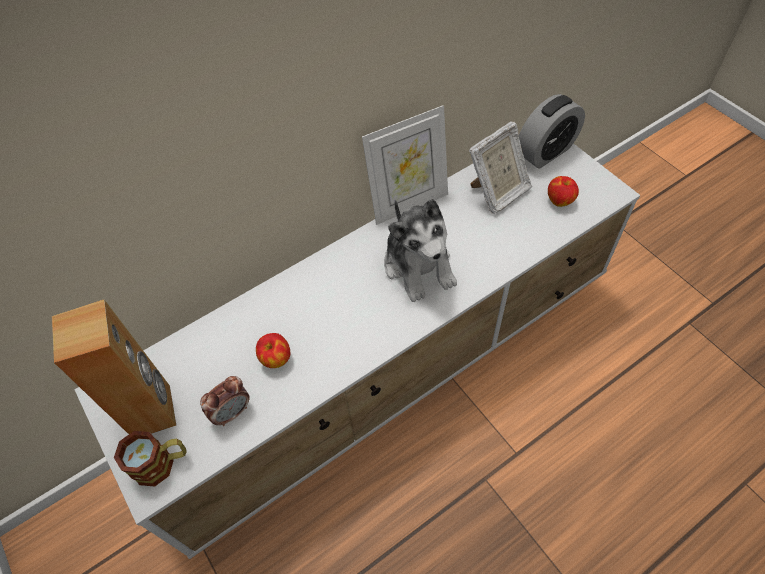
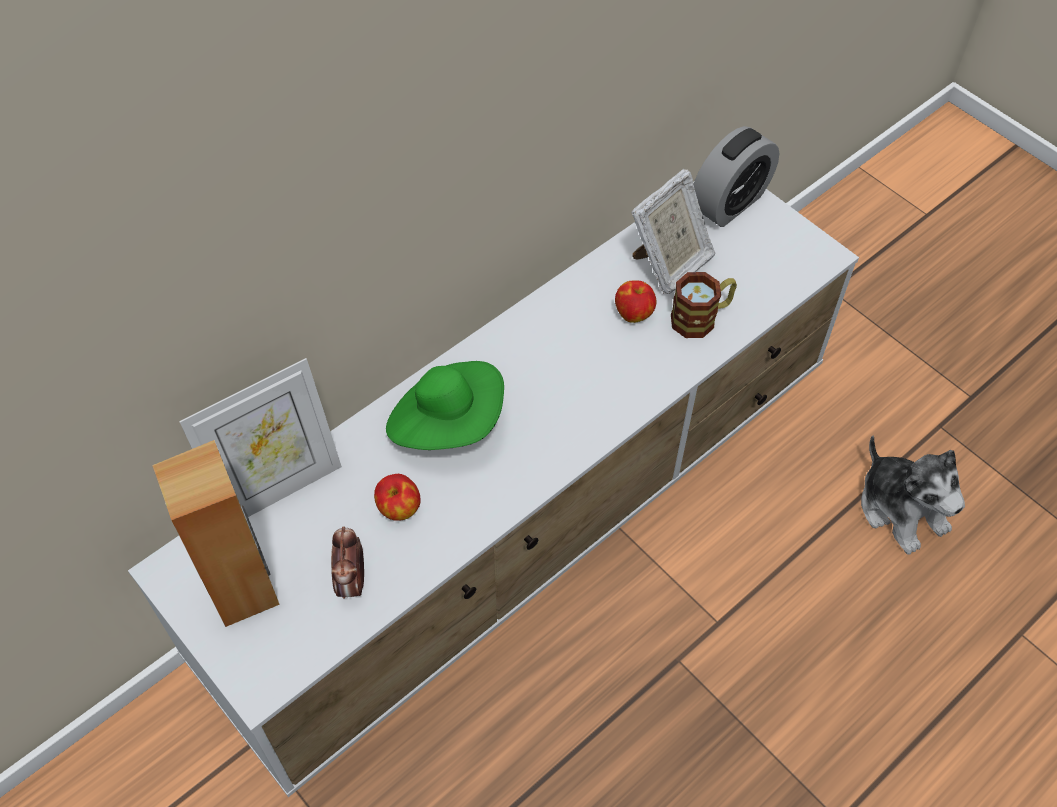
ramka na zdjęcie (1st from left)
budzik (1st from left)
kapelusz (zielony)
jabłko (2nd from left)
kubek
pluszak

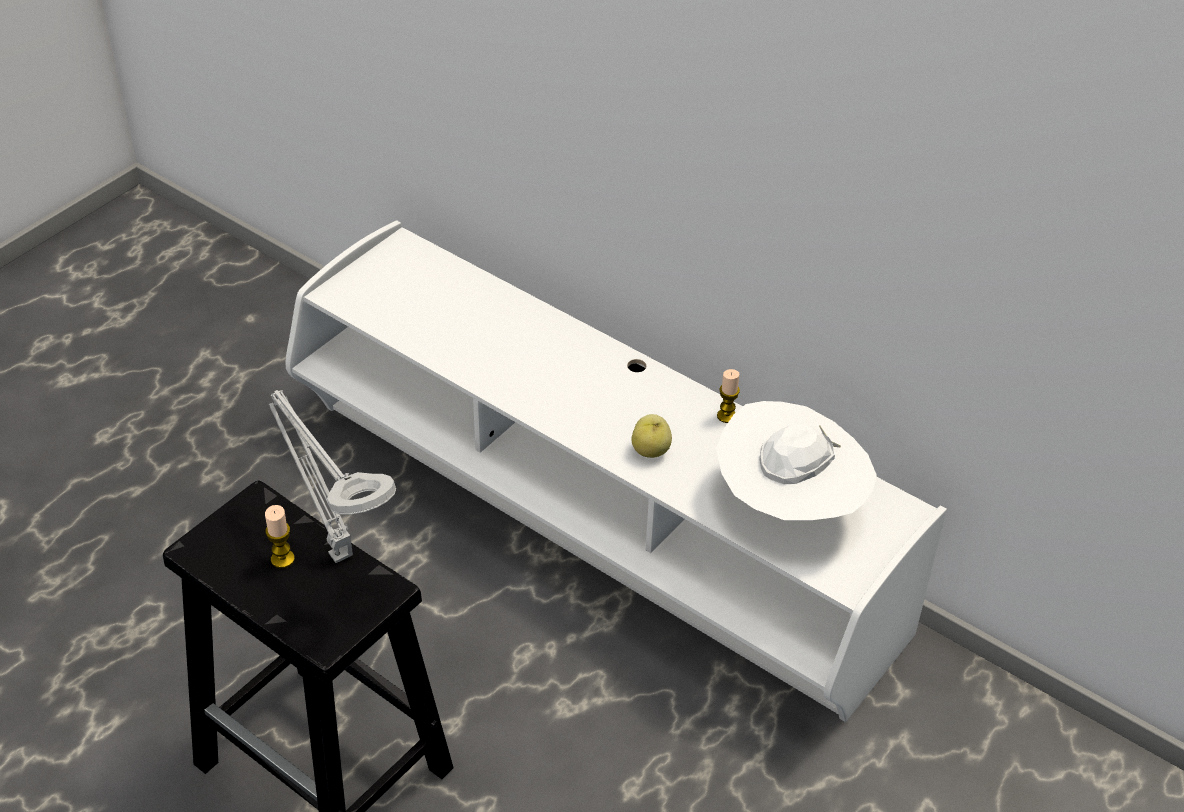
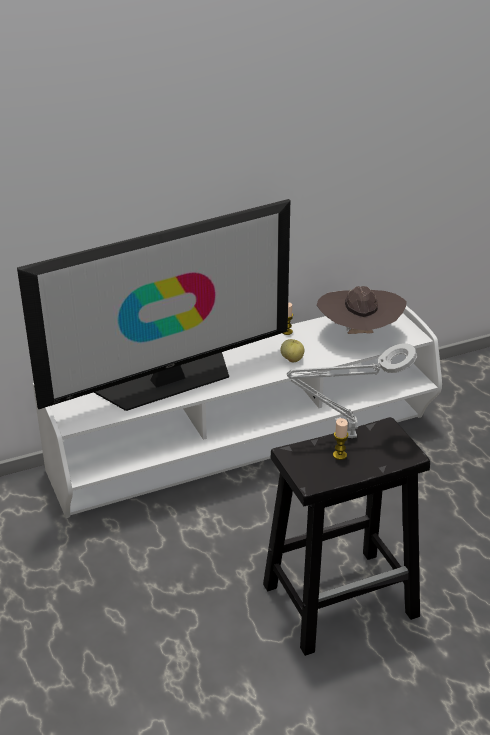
telewizor
kapelusz (brązowy)

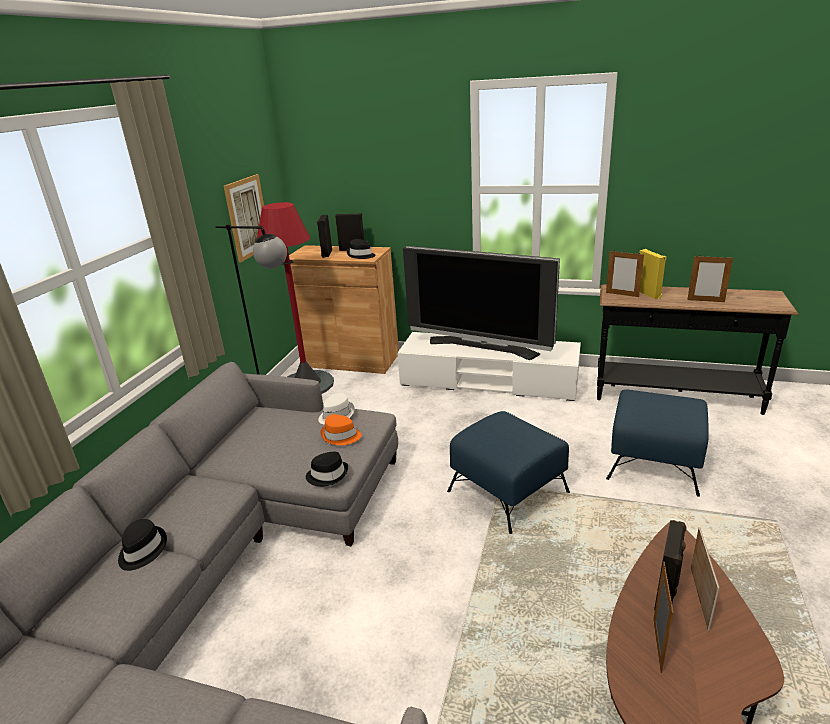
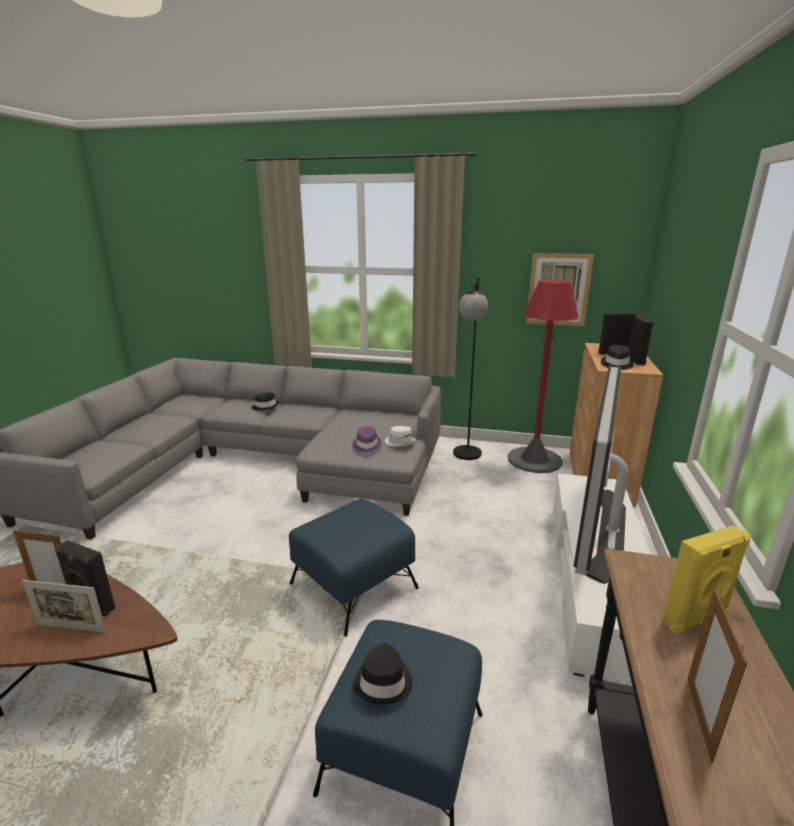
kapelusz (fioletowy)
kapelusz (czarny) (2nd from left)
ramka na zdjęcie (1st from left in the first image)

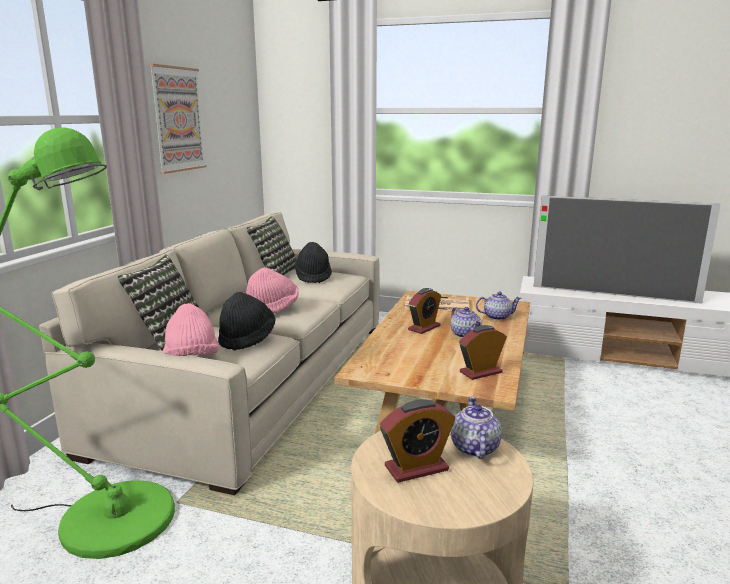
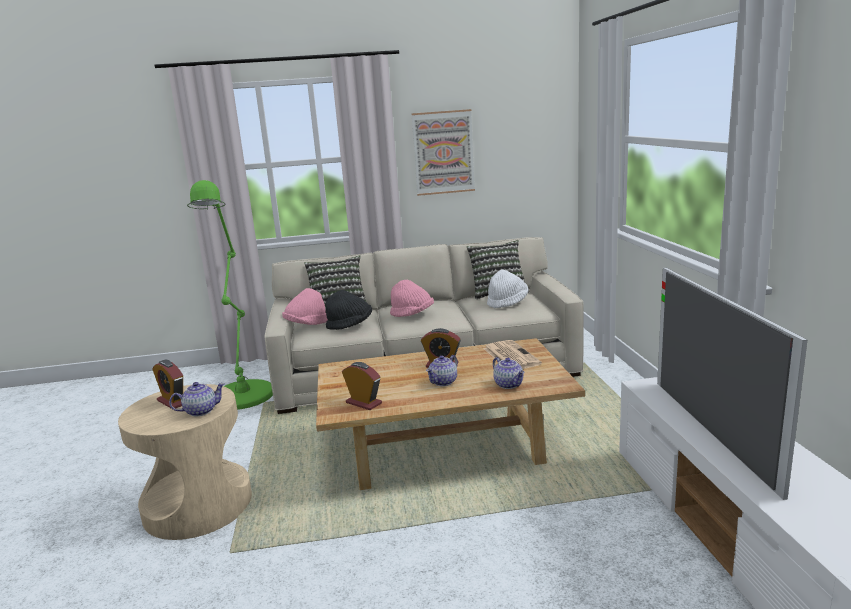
kapelusz (biały)

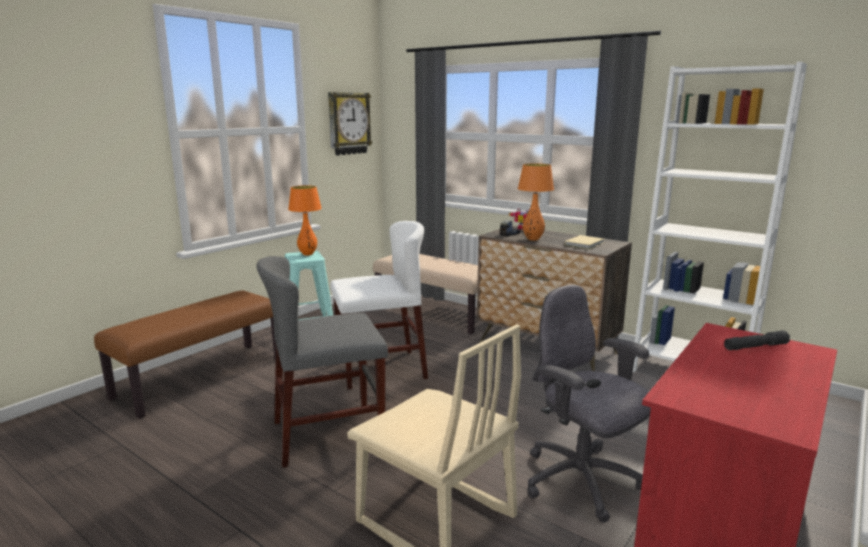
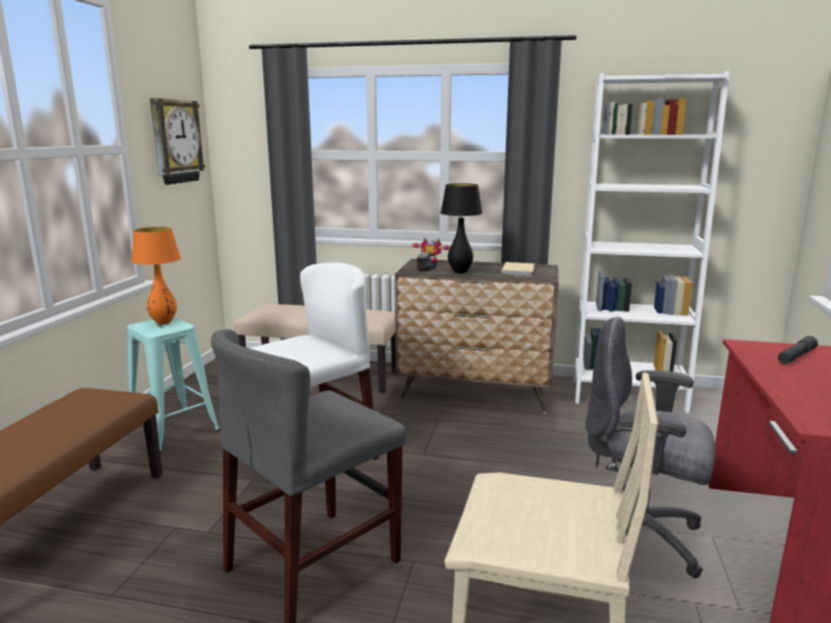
lampa stołowa (czarny)

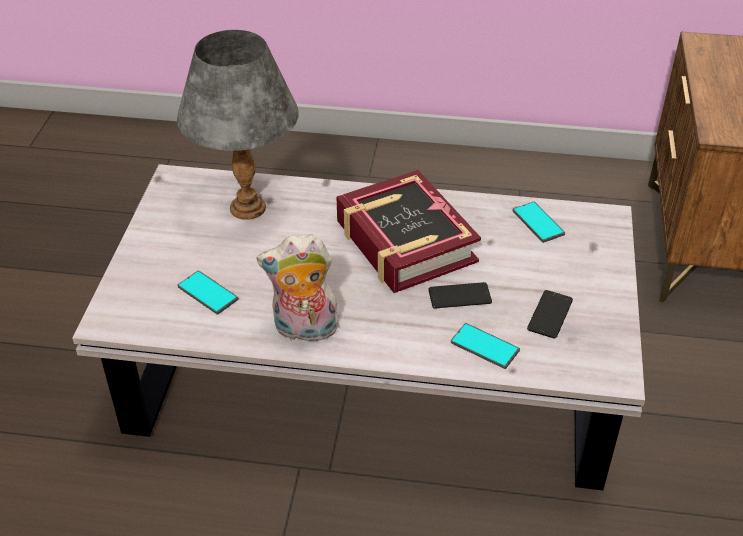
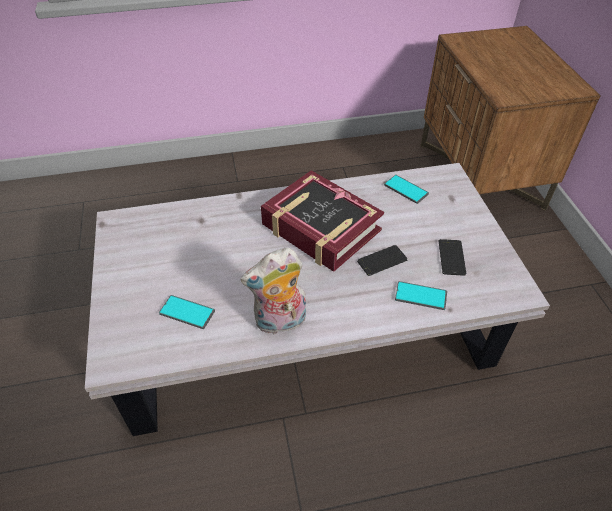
lampa stołowa (szary)

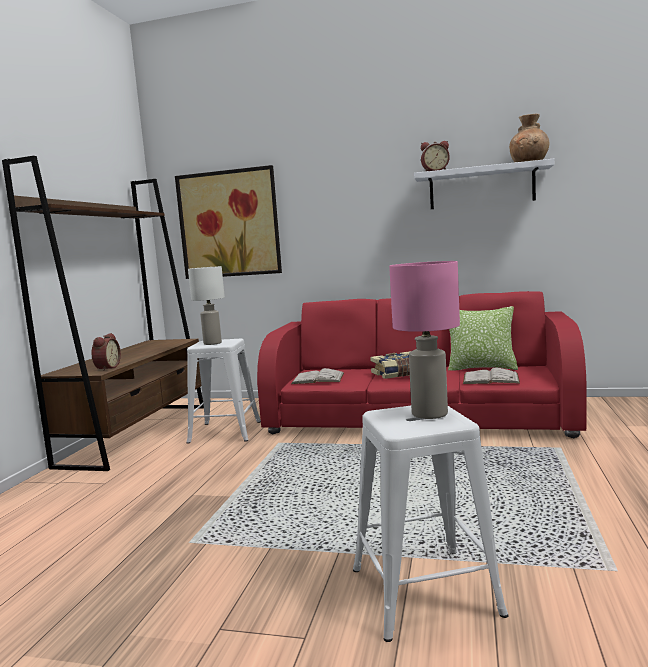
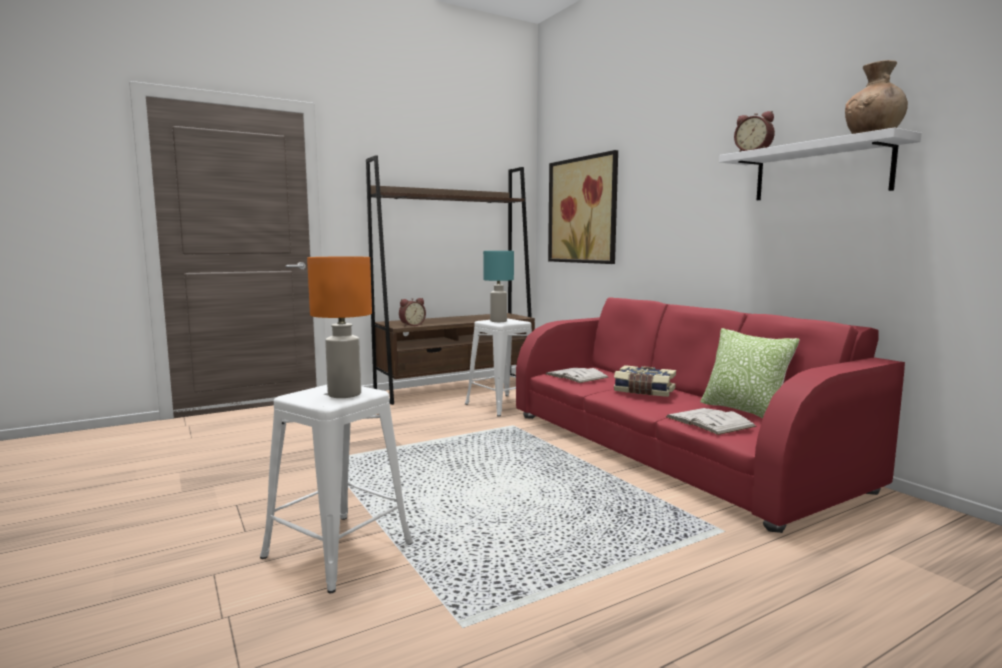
lampa stołowa (pomarańczowy)
lampa stołowa (turkusowy)

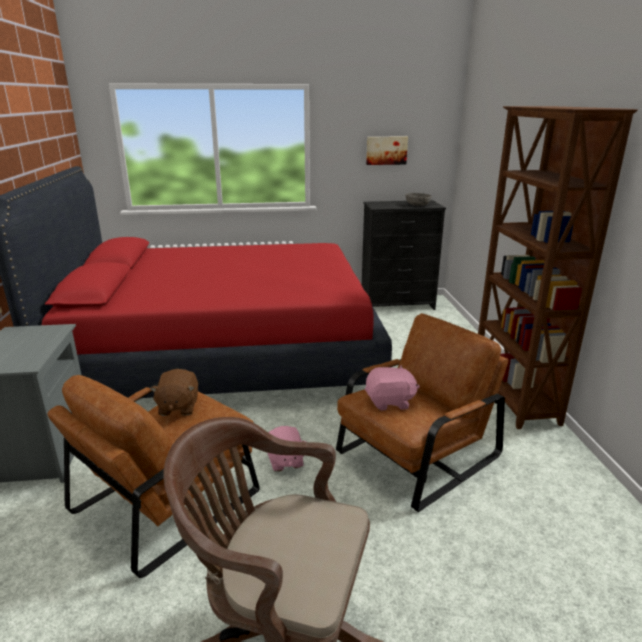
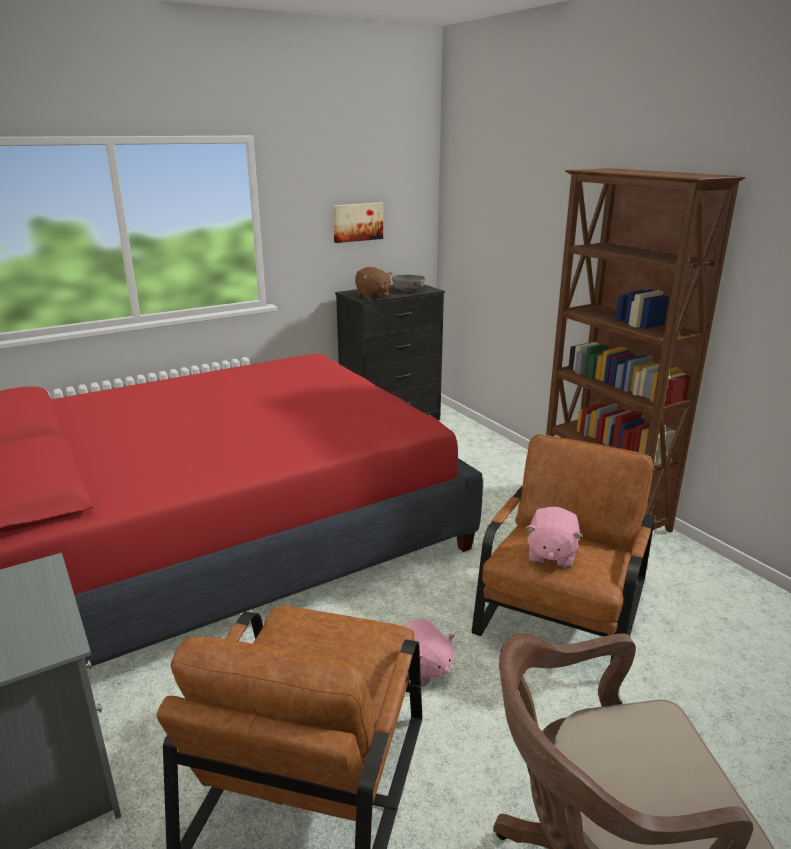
pluszak (brązowy)
pluszak (różowy) (2nd from left)

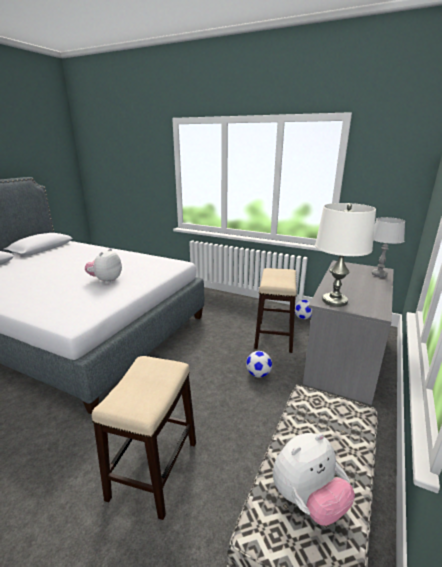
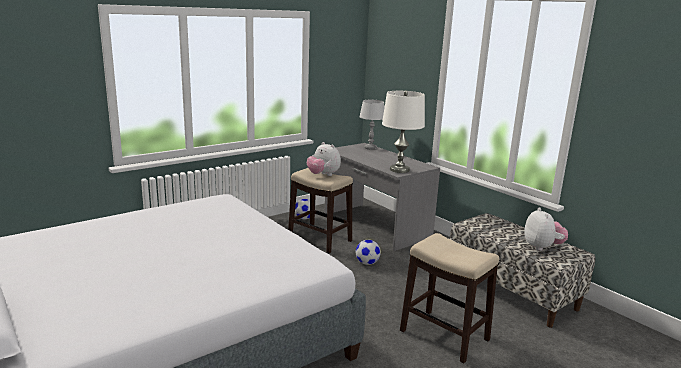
pluszak (1st from left)

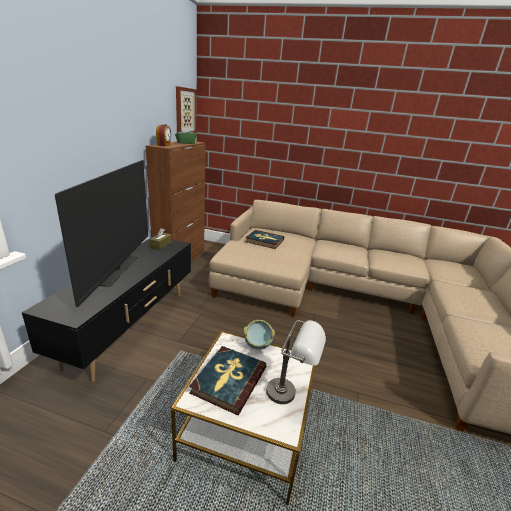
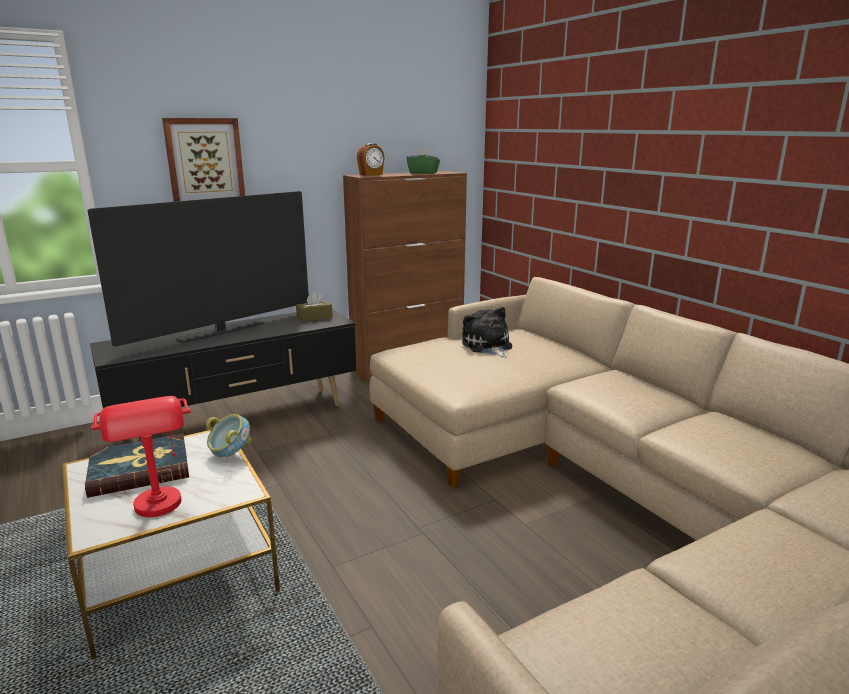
lampa stołowa (czerwony)
obraz
pluszak

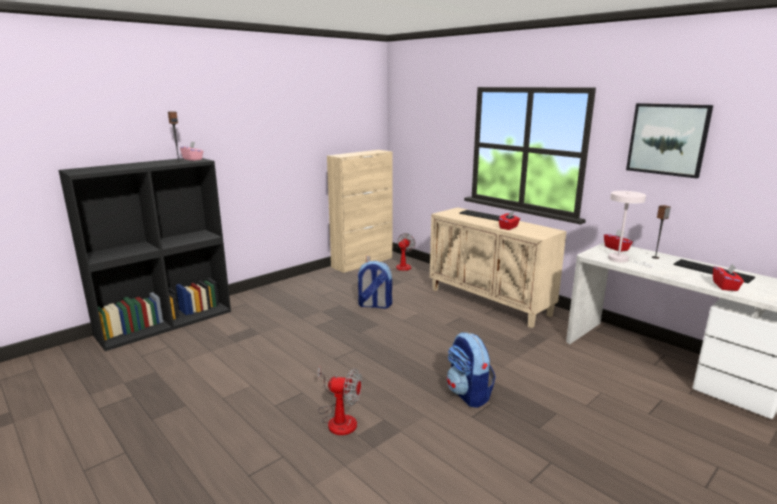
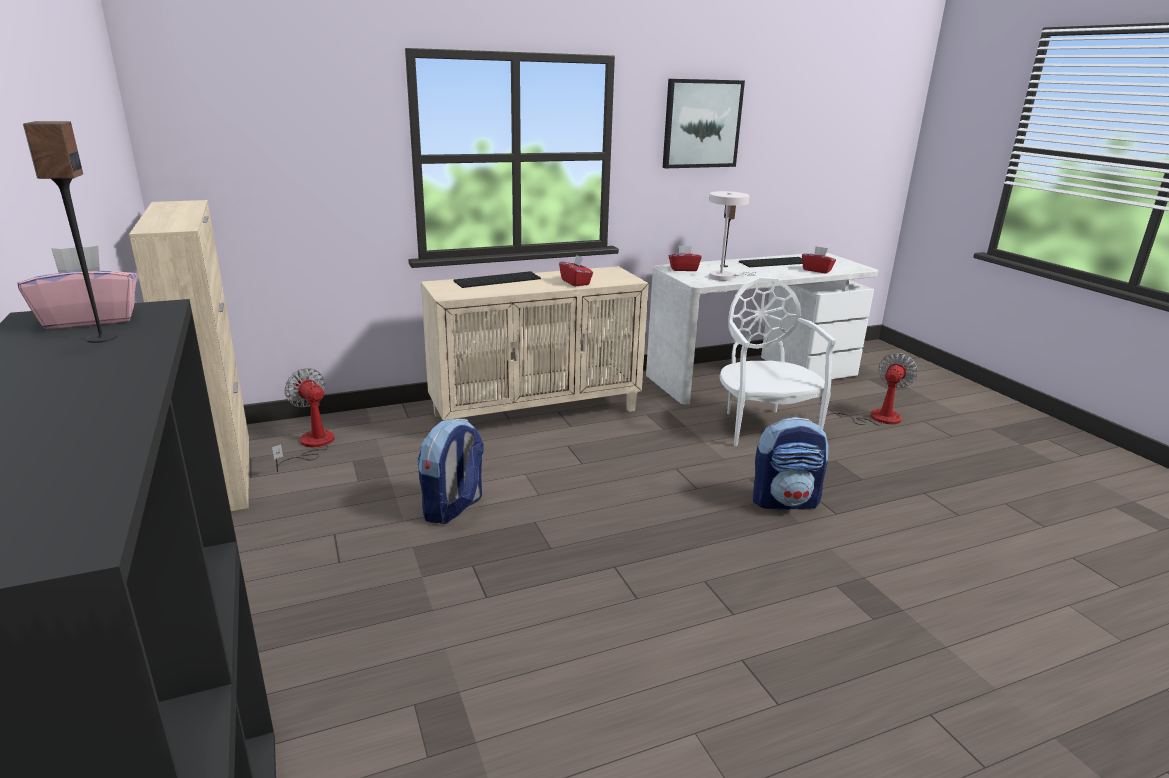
krzesło (biały)
wentylator (2nd from left)

